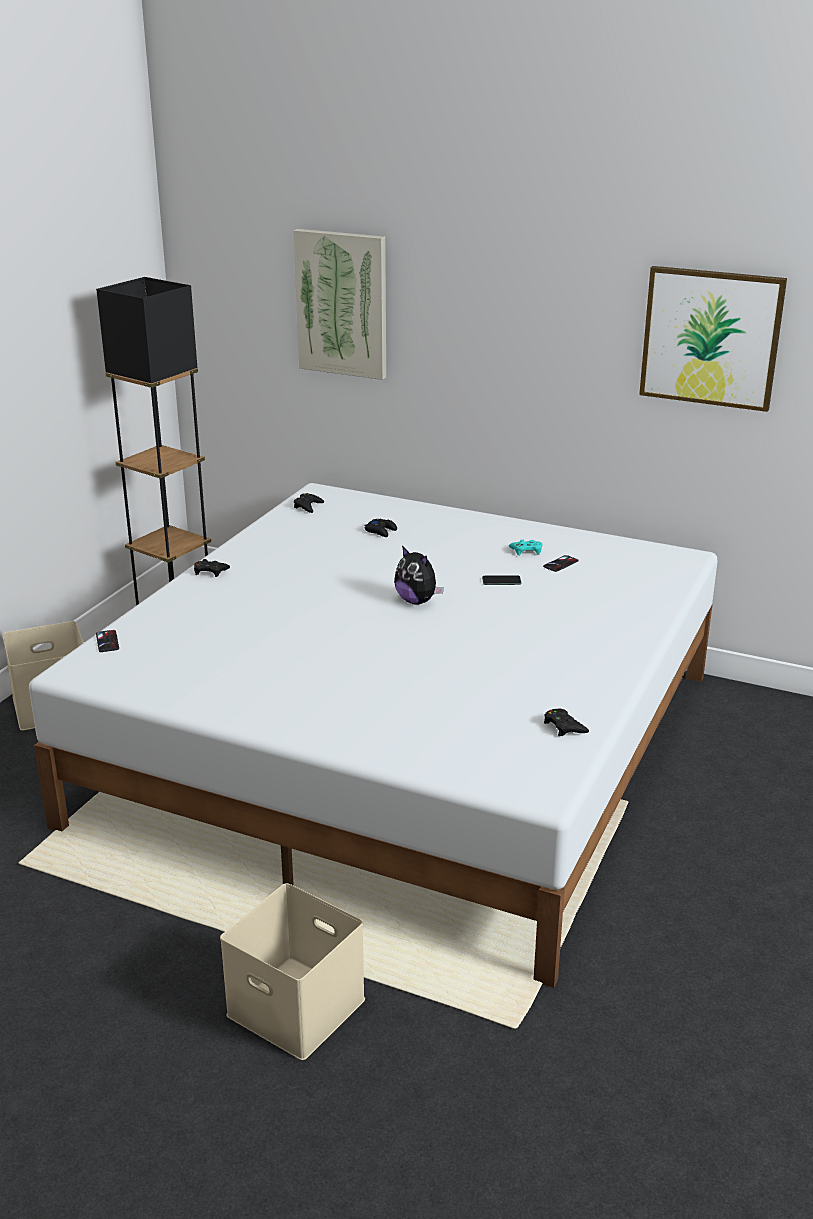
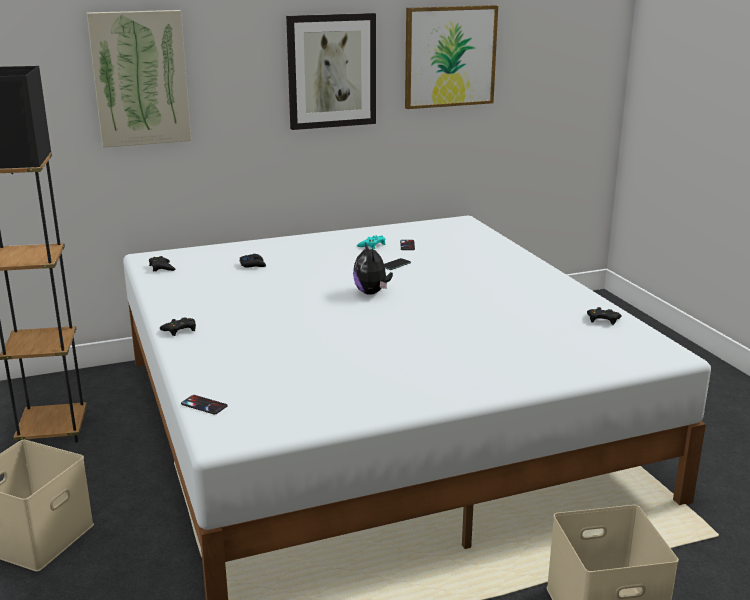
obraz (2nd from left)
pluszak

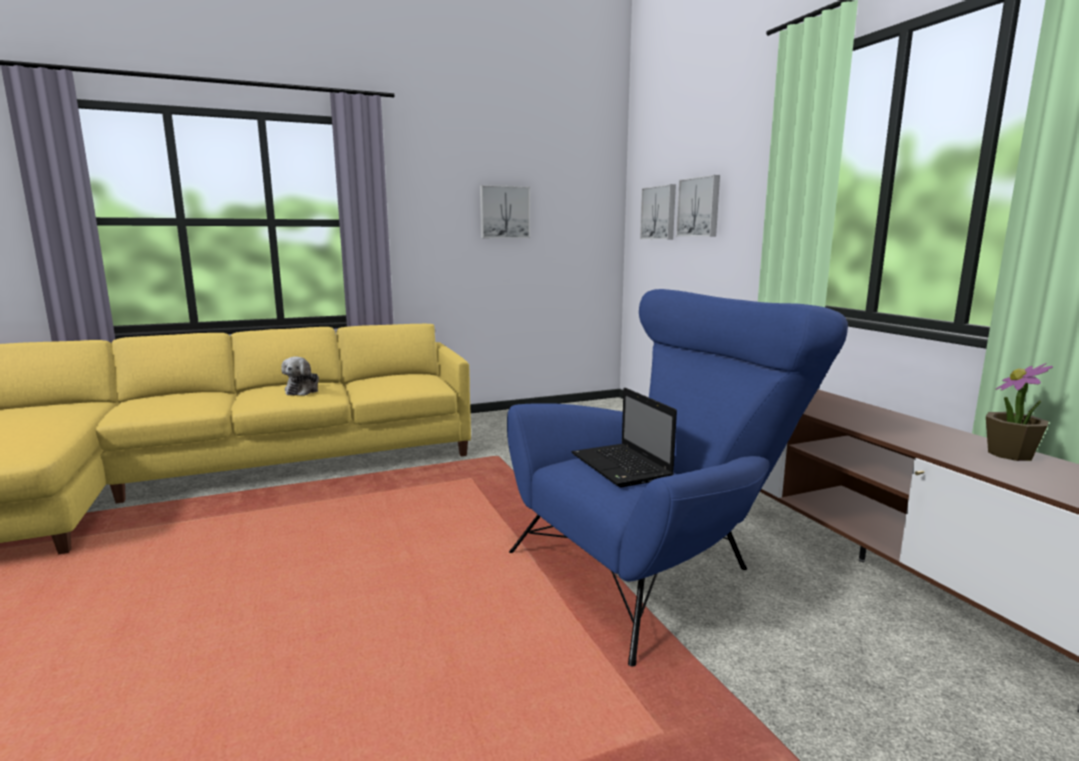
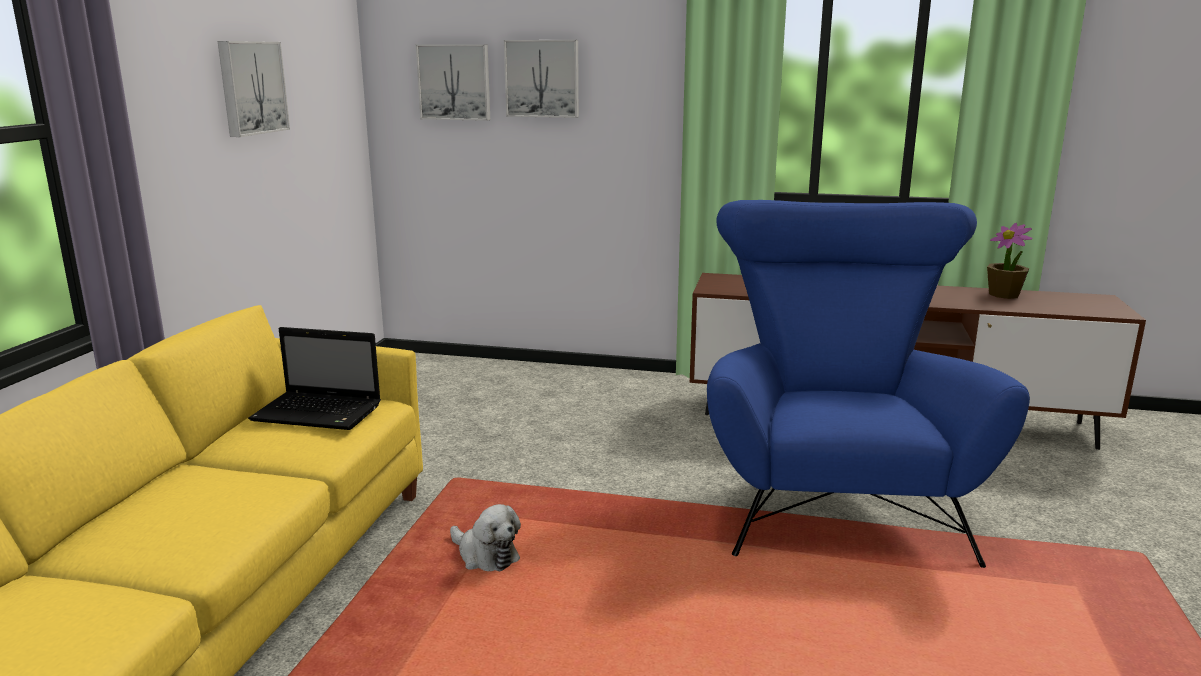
laptop
pluszak

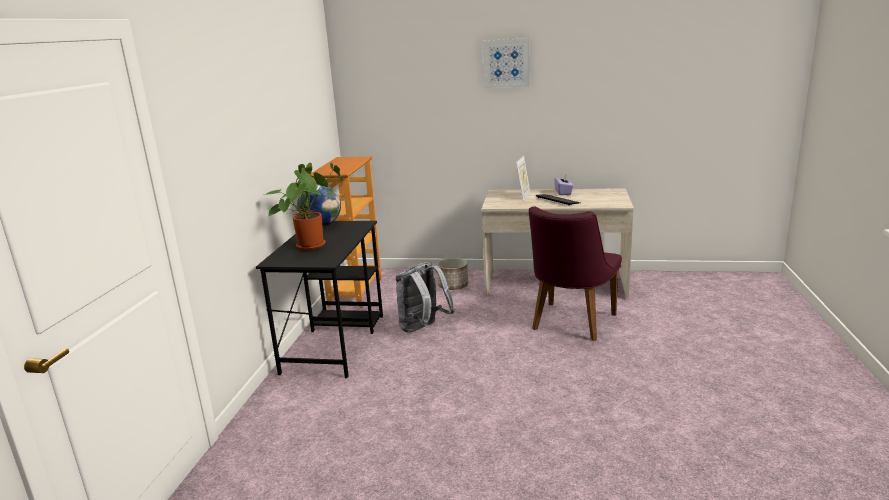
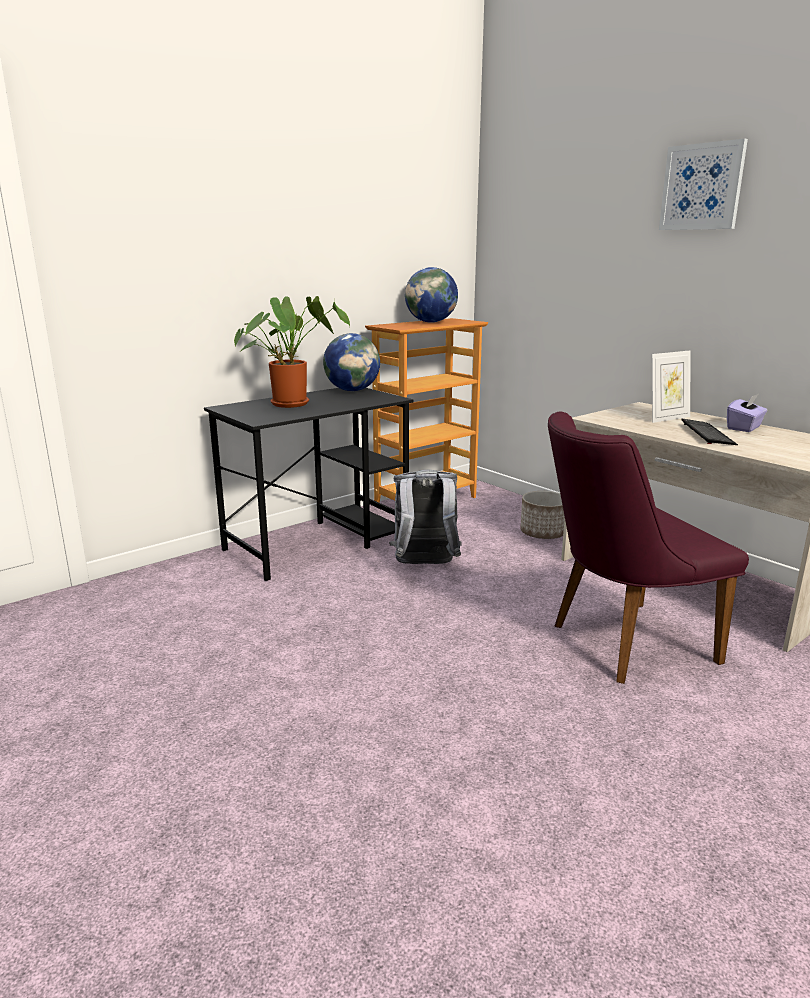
globus (2nd from left)

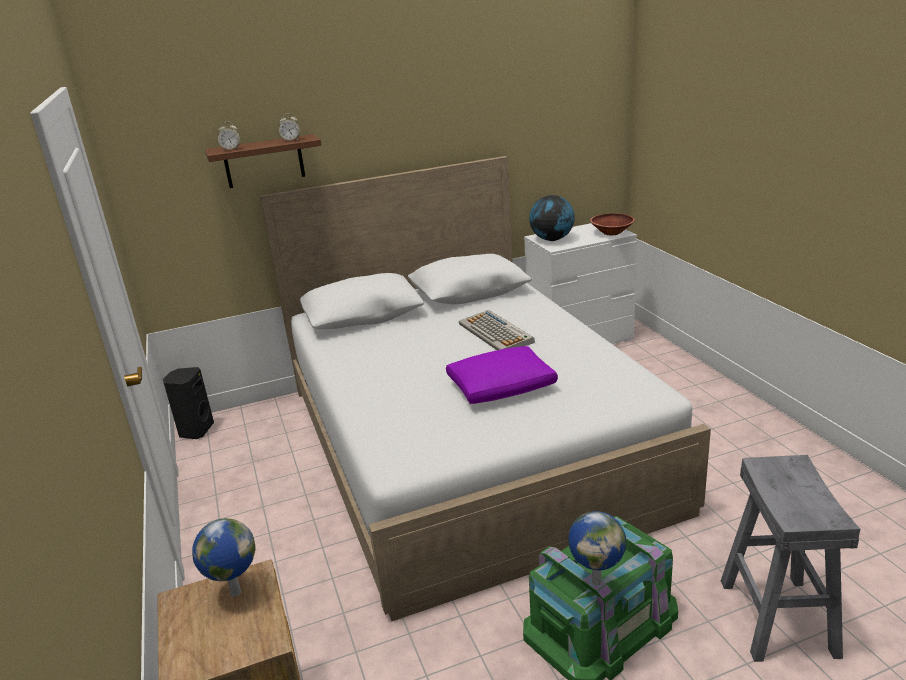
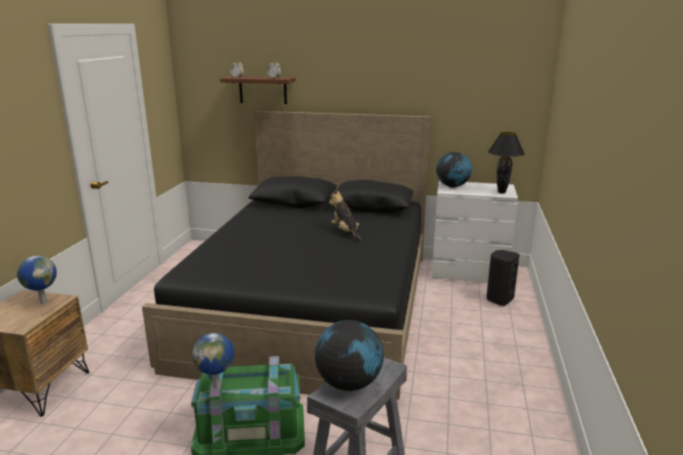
łóżko (czarny)
globus (3rd from left)
pluszak
głośnik (czarny)
lampa stołowa (czarny)
poduszka (fioletowy)

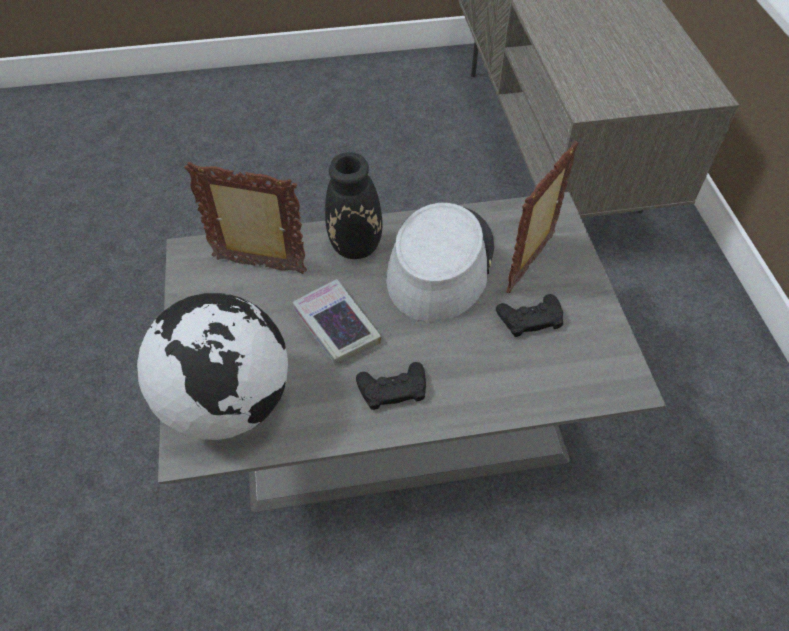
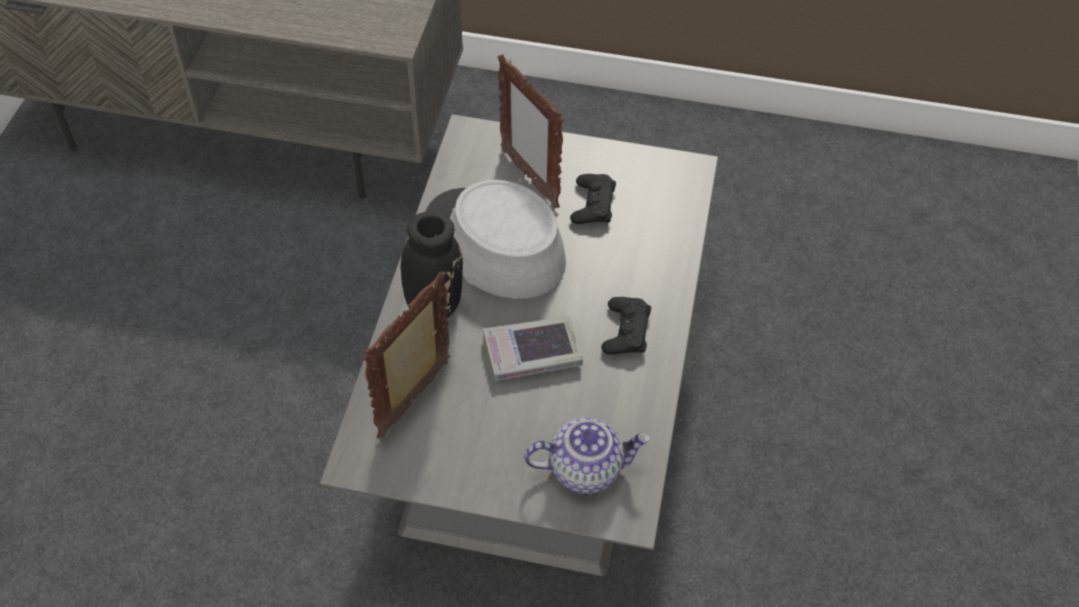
imbryk

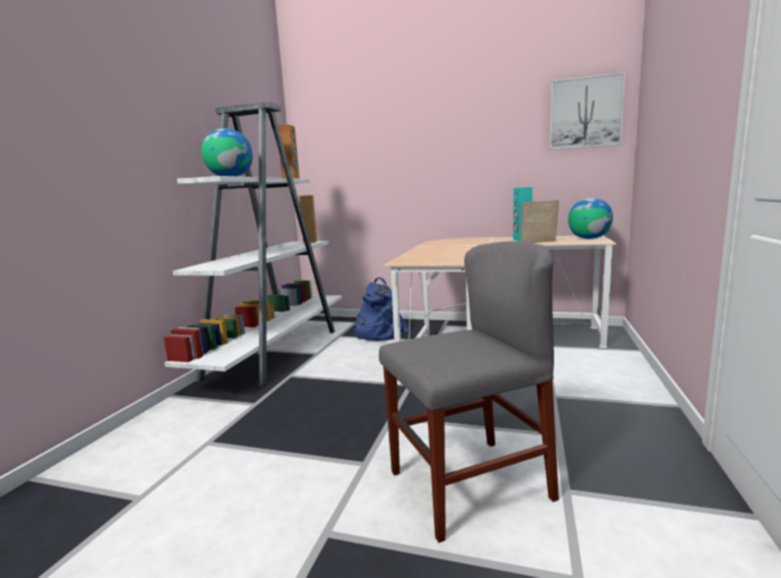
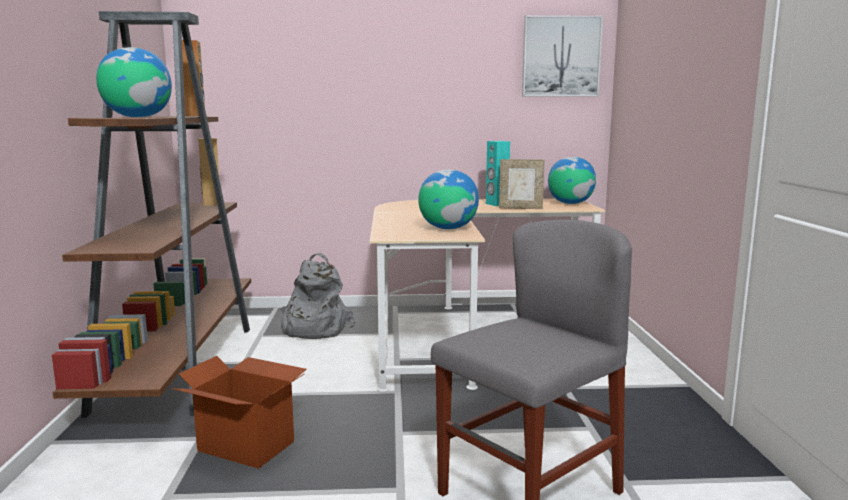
regał (brązowy)
karton
plecak (szary)
globus (2nd from left)
ramka na zdjęcie

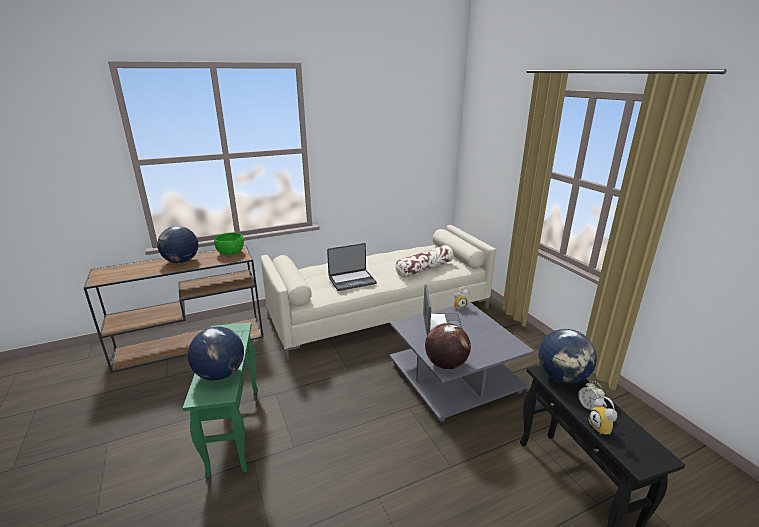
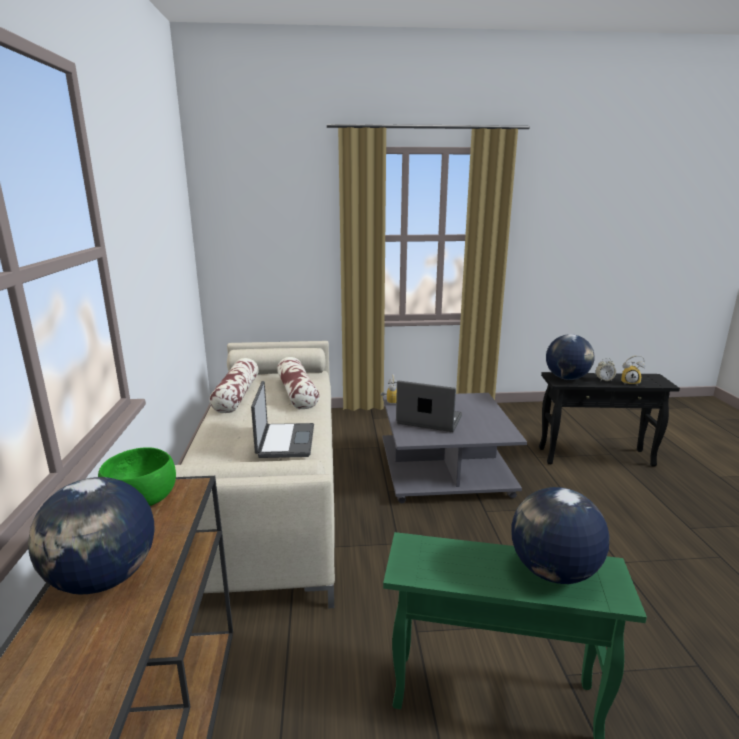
poduszka (1st from left)
globus (3rd from left in the first image)

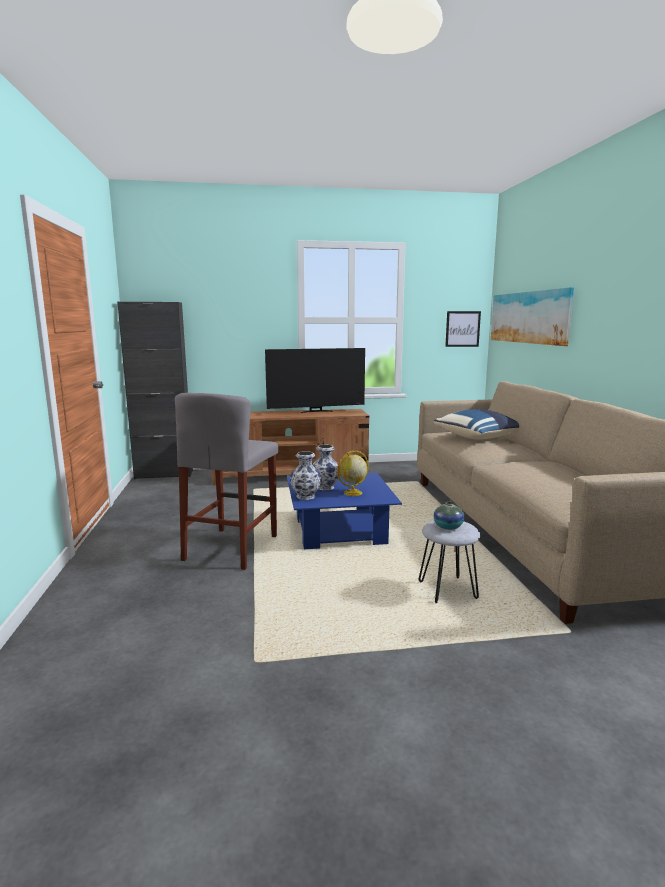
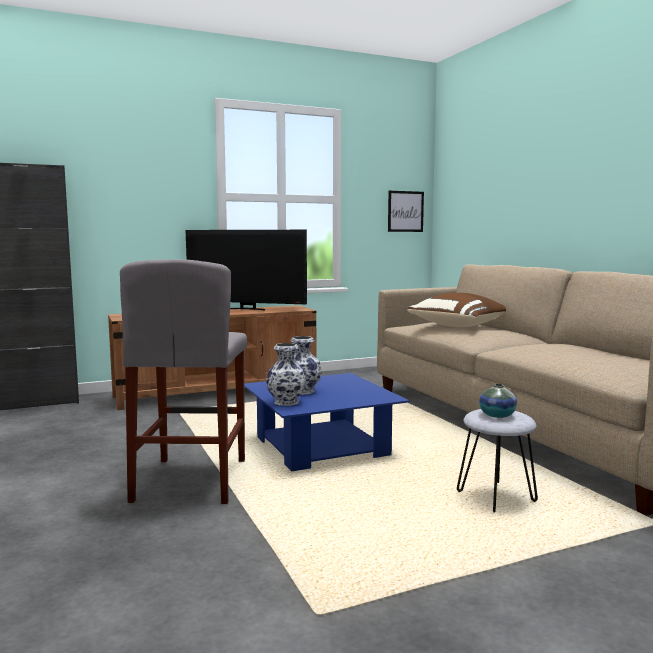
telewizor
poduszka (brązowy)
globus
obraz (2nd from left in the first image)

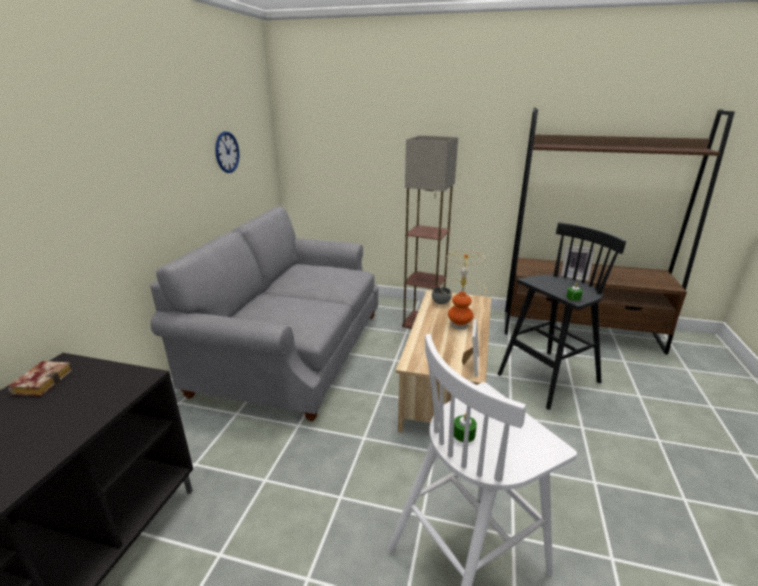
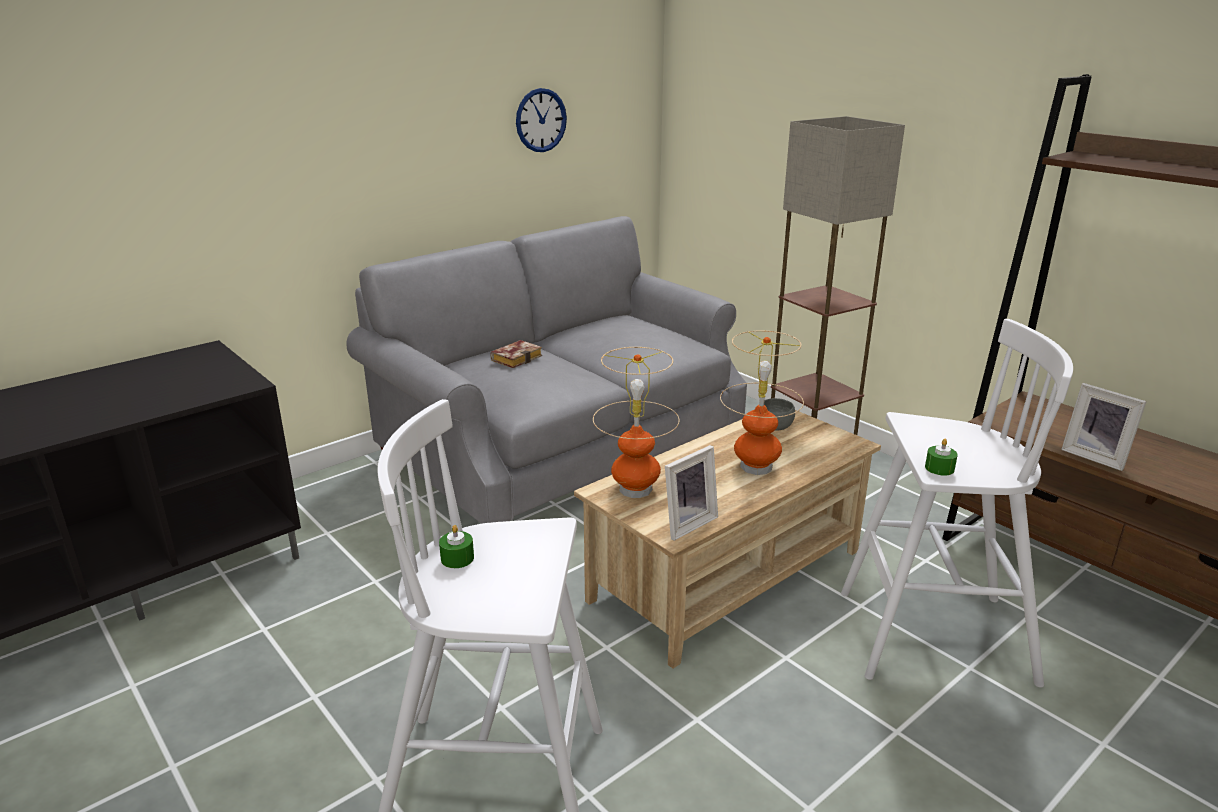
książka
lampa stołowa (1st from left)
stołek (biały) (2nd from left)

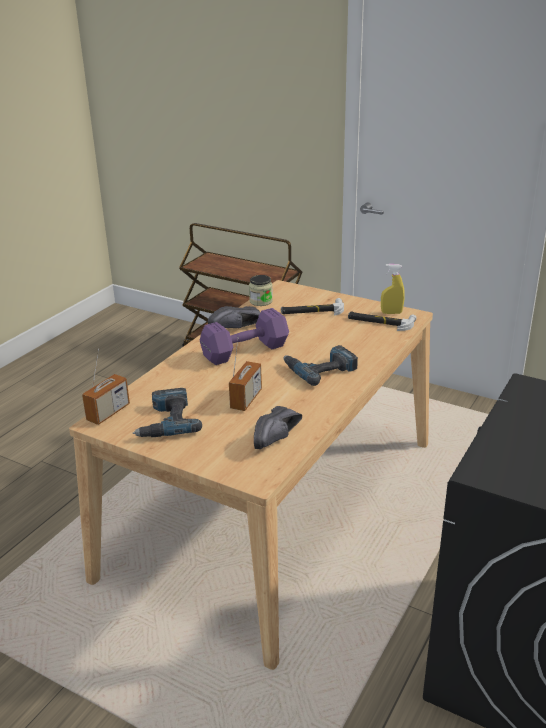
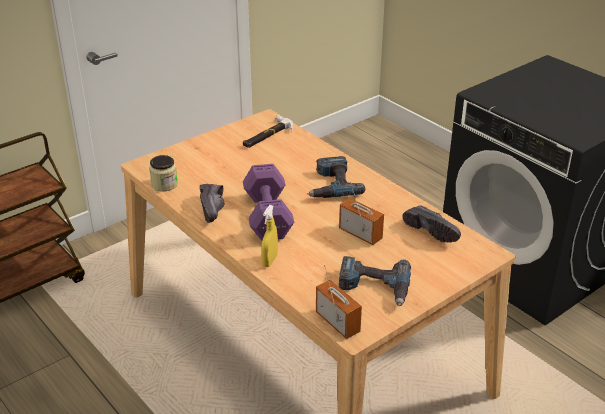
spryskiwacz (żółty)
młotek (1st from left in the first image)

